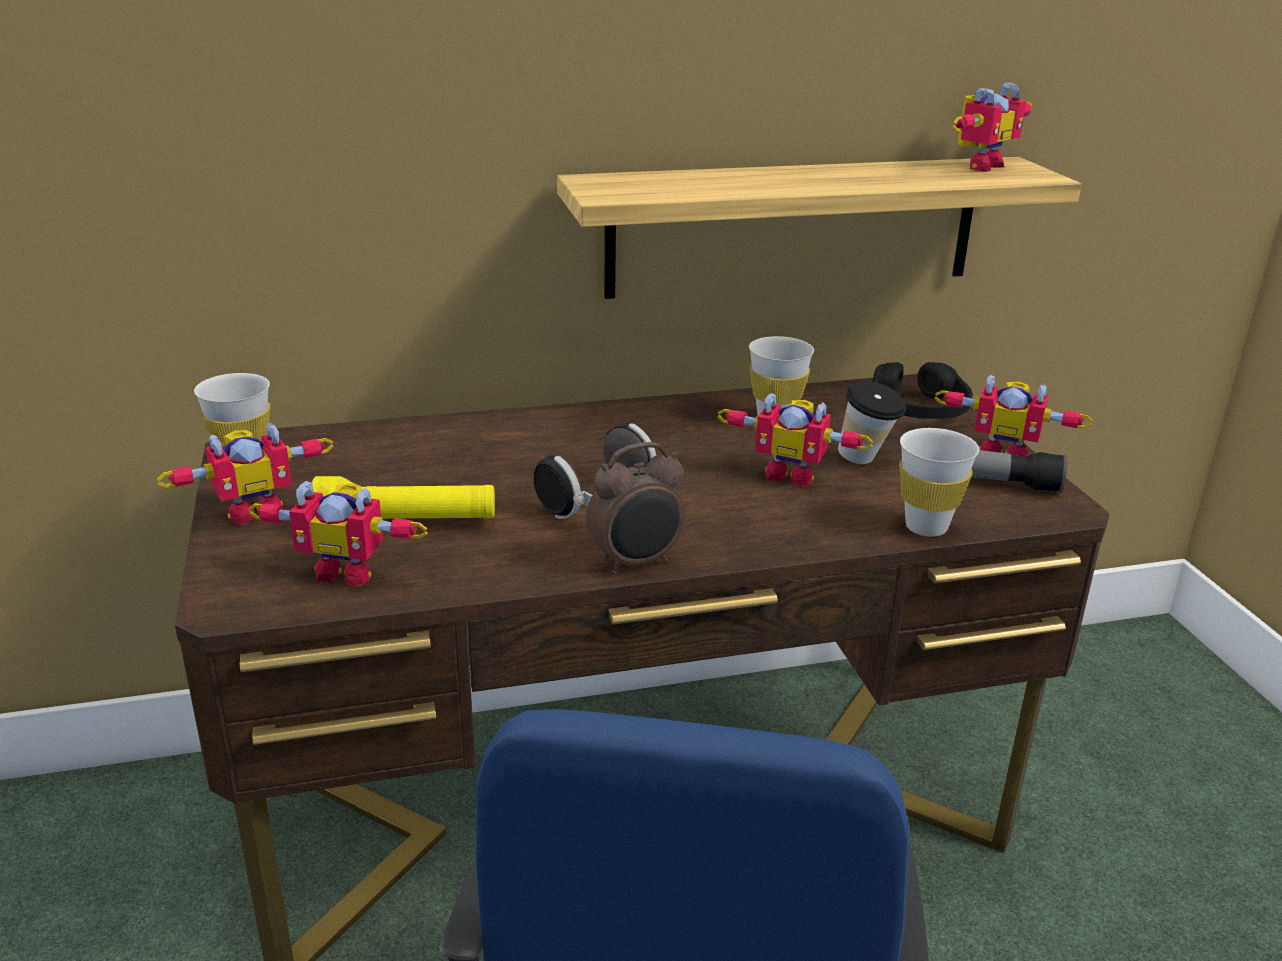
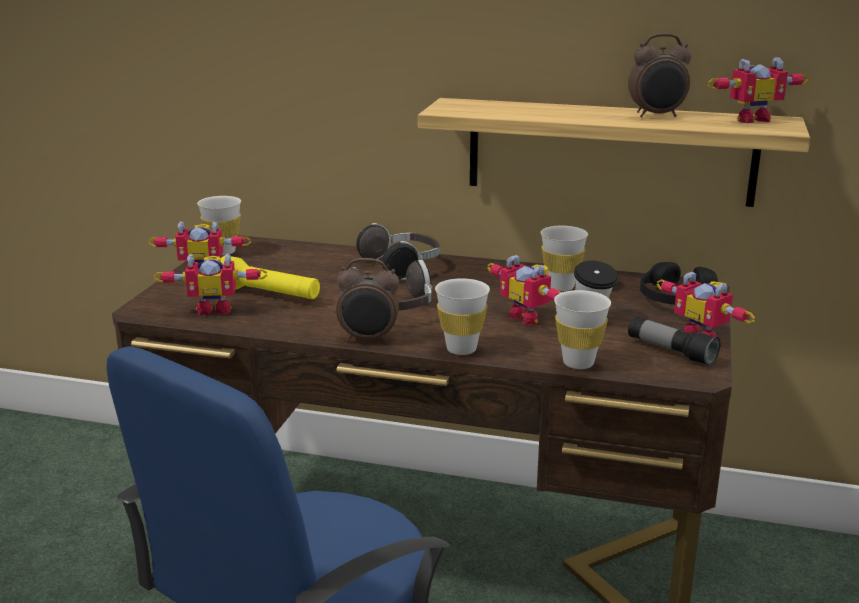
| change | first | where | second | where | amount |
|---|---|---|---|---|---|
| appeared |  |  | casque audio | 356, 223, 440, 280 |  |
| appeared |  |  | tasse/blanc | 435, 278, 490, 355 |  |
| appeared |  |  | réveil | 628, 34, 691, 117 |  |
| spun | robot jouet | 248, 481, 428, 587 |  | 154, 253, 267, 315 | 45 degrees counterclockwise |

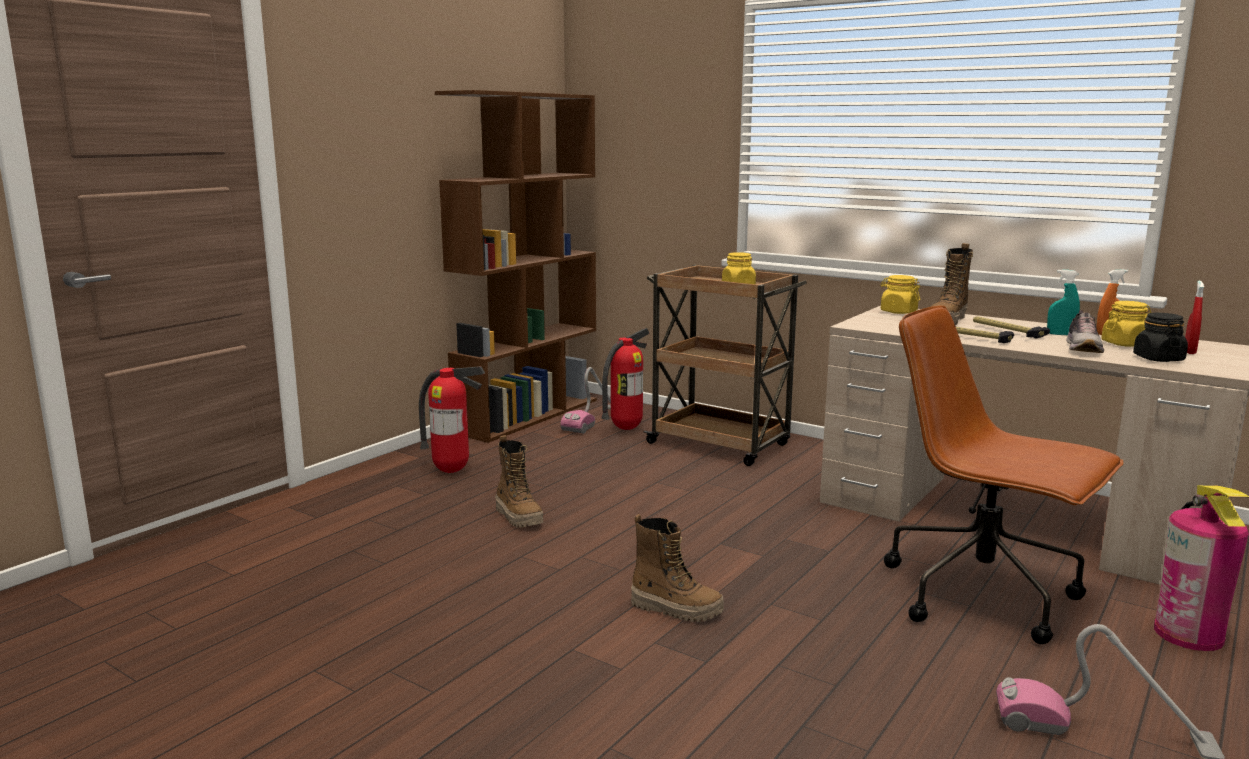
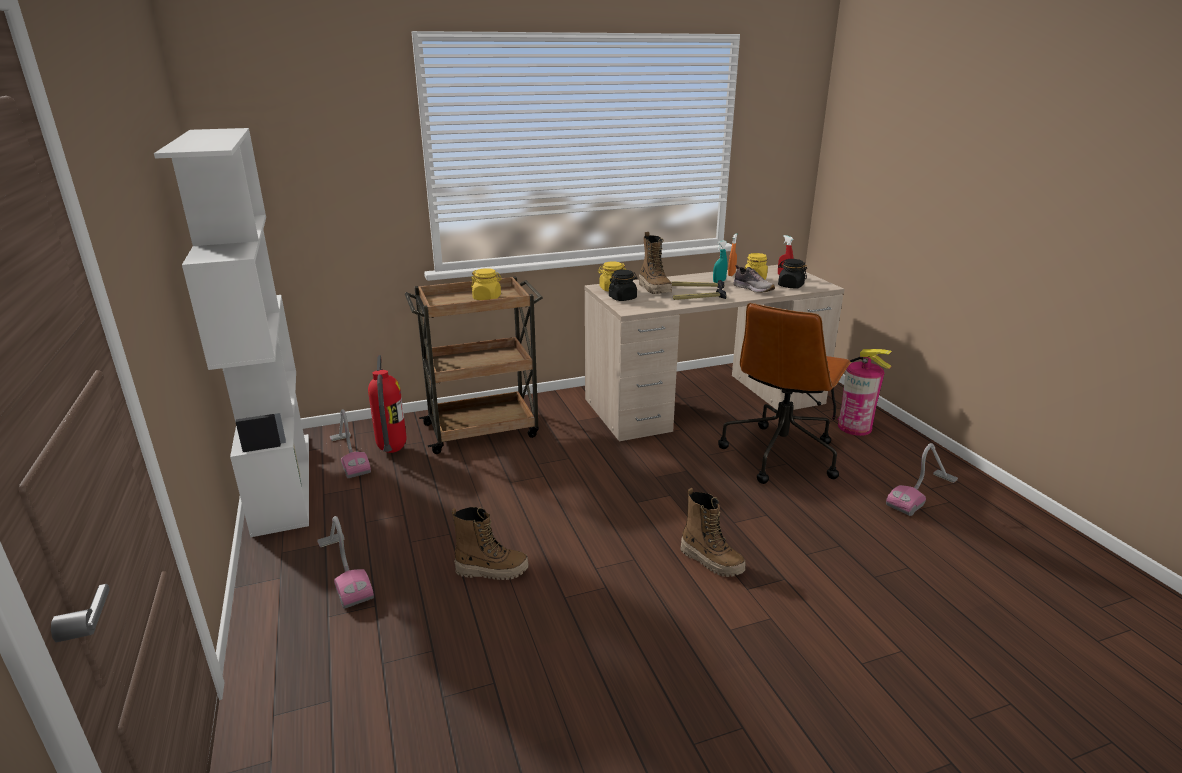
| change | first | where | second | where | amount |
|---|---|---|---|---|---|
| appeared |  |  | bocal/noir | 609, 270, 637, 301 |  |
| exchanged | extincteur | 419, 366, 485, 473 | aspirateur | 317, 516, 374, 609 |  |
| colour | bibliothèque/marron | 435, 90, 597, 443 | bibliothèque/blanc | 154, 128, 309, 537 |  |
| spun | botte | 631, 514, 724, 622 |  | 681, 488, 746, 577 | 75 degrees clockwise |
| spun | chaise de bureau/marron | 884, 305, 1124, 644 |  | 718, 303, 852, 484 | 45 degrees counterclockwise |

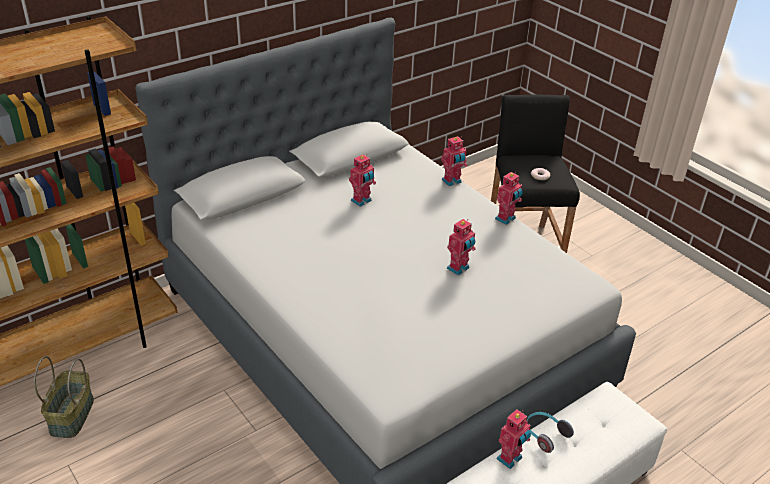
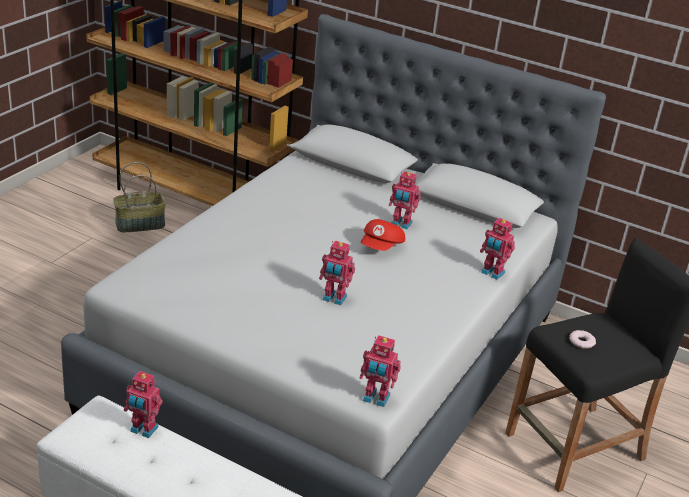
| change | first | where | second | where | amount |
|---|---|---|---|---|---|
| missing | casque audio | 527, 412, 574, 453 |  |  |  |
| appeared |  |  | casquette/rouge | 361, 219, 405, 251 |  |
| relocated | robot jouet | 495, 172, 523, 225 |  | 360, 335, 401, 407 |  |

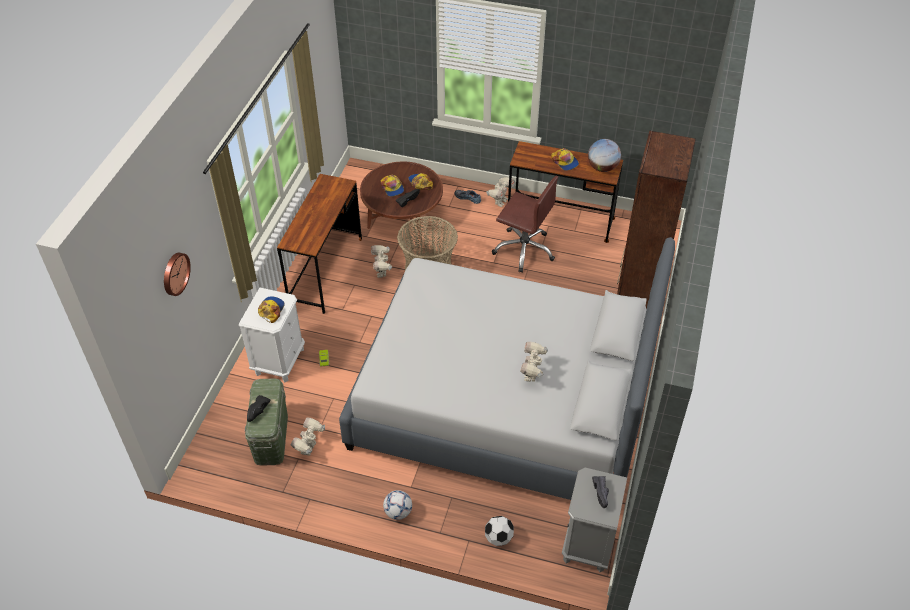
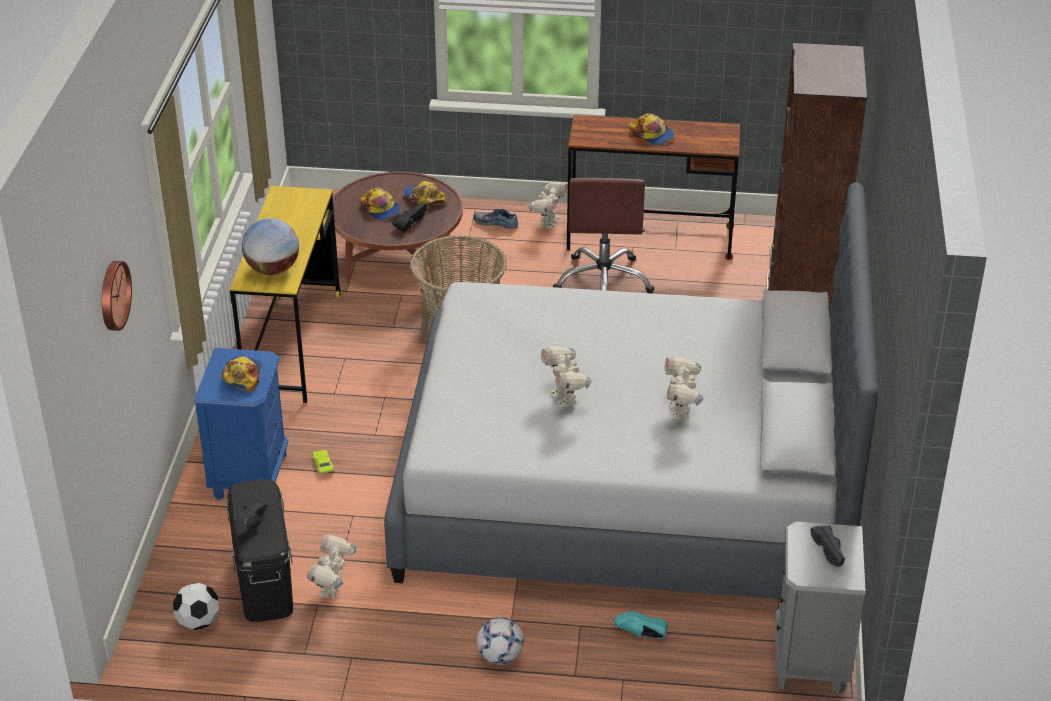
| change | first | where | second | where | amount |
|---|---|---|---|---|---|
| appeared |  |  | chaussure/turquoise | 613, 611, 668, 639 |  |
| relocated | robot jouet | 371, 245, 393, 278 |  | 541, 346, 592, 408 |  |
| relocated | ballon de foot | 485, 516, 514, 546 |  | 173, 583, 220, 630 |  |
| relocated | globe | 588, 139, 621, 172 |  | 242, 218, 299, 275 |  |
| colour | table de chevet/blanc | 239, 288, 305, 383 | table de chevet/bleu | 194, 348, 288, 500 |  |
| colour | boîte de rangement/vert | 245, 379, 288, 466 | boîte de rangement/noir | 226, 479, 293, 622 |  |
| colour | bureau/marron | 277, 174, 362, 314 | bureau/jaune | 230, 186, 340, 403 |  |
| spun | chaise de bureau/marron | 492, 176, 558, 273 |  | 553, 178, 655, 294 | 75 degrees clockwise |

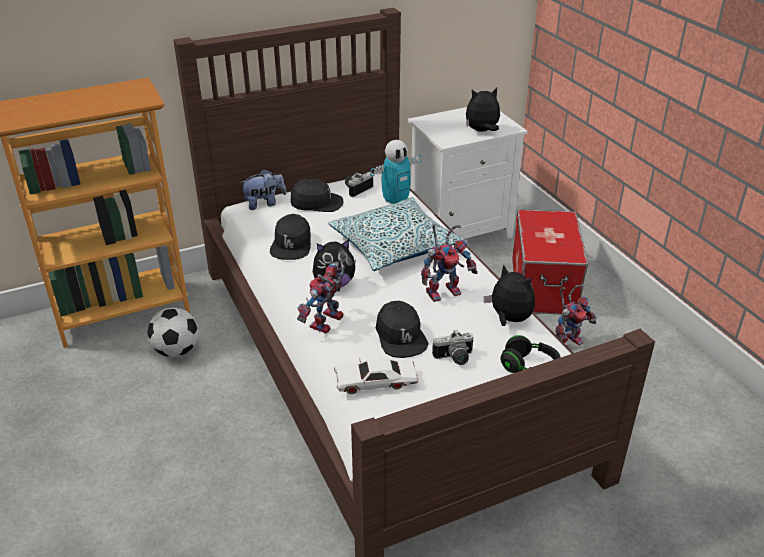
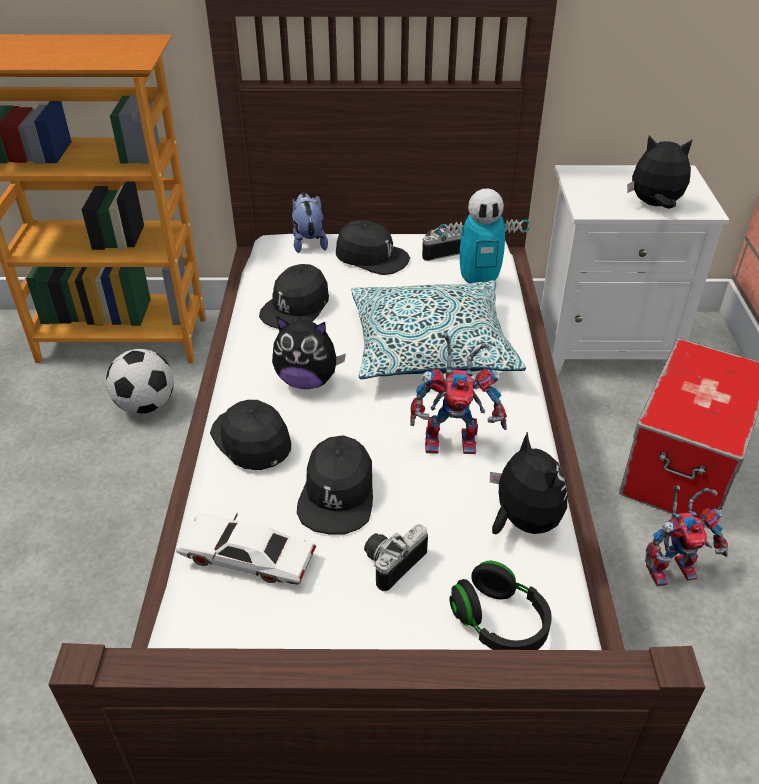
| change | first | where | second | where | amount |
|---|---|---|---|---|---|
| exchanged | robot jouet | 297, 258, 345, 333 | casquette/noir | 210, 400, 291, 470 |  |
| spun | peluche | 239, 169, 286, 210 |  | 292, 193, 328, 253 | 105 degrees counterclockwise |
| spun | appareil photo | 432, 330, 473, 365 |  | 364, 524, 428, 591 | 120 degrees clockwise |

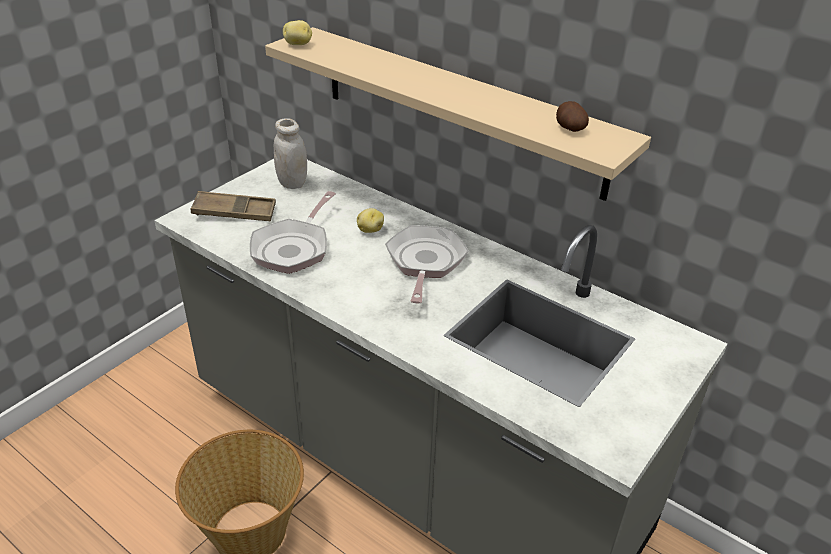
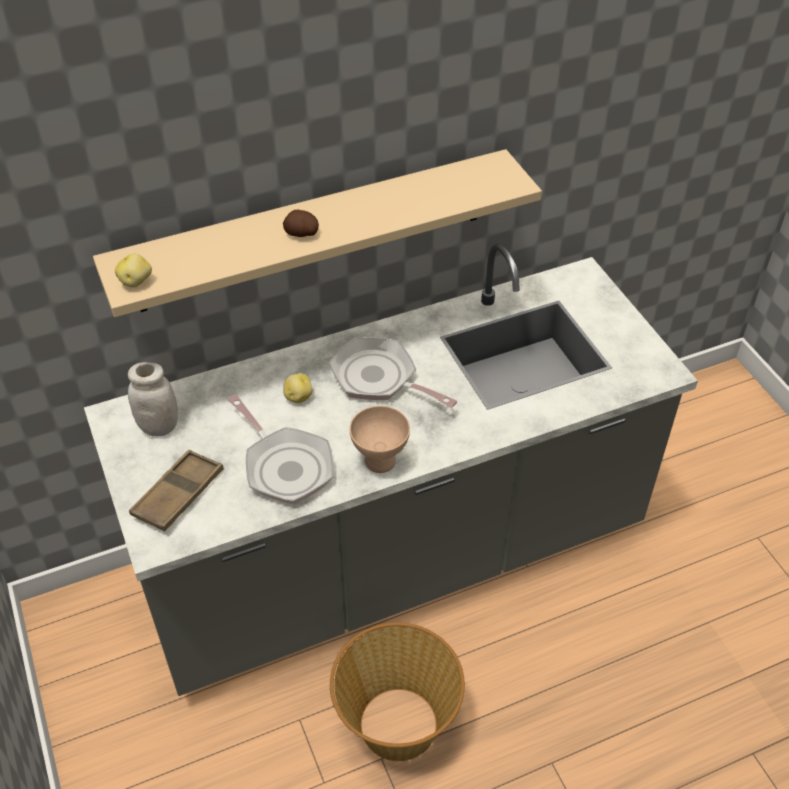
| change | first | where | second | where | amount |
|---|---|---|---|---|---|
| appeared |  |  | bol/beige | 350, 406, 410, 473 |  |
| relocated | pomme de terre | 556, 101, 589, 132 |  | 283, 209, 319, 237 |  |

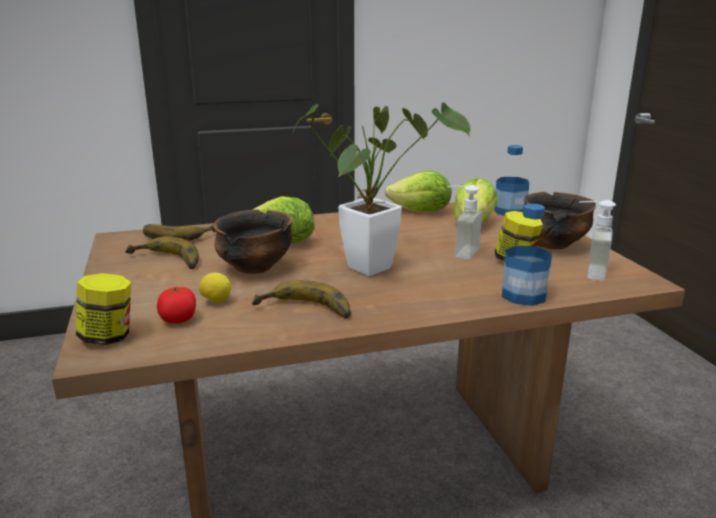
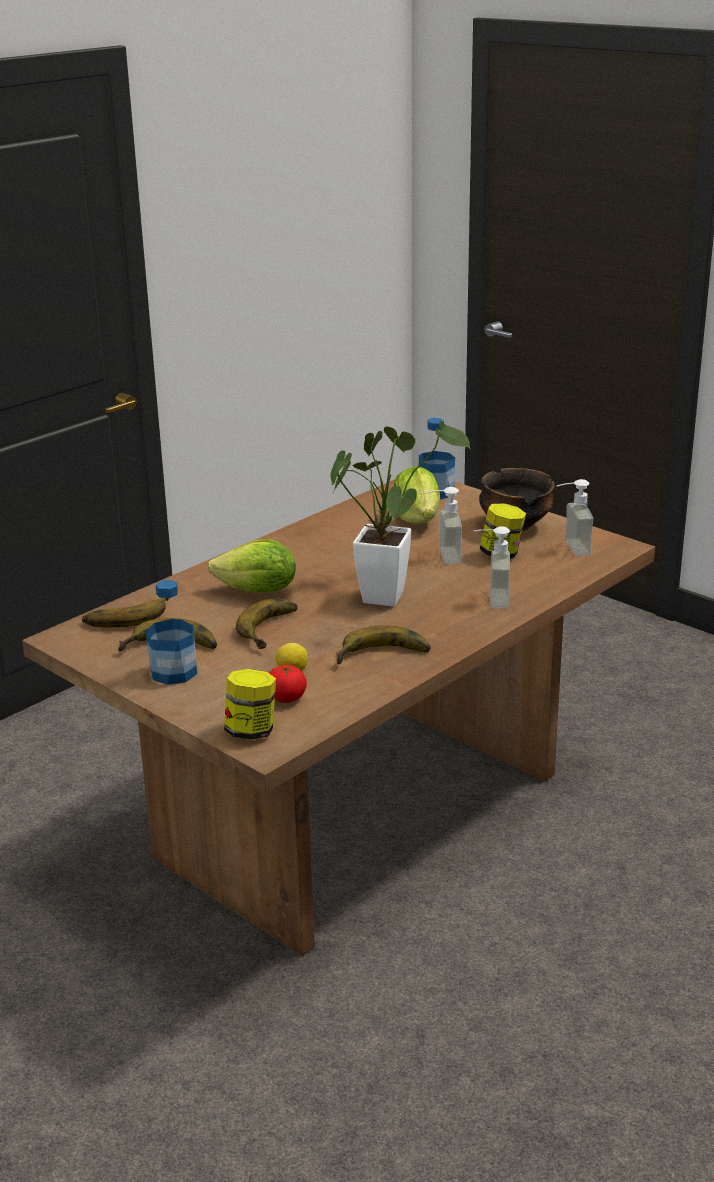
| change | first | where | second | where | amount |
|---|---|---|---|---|---|
| missing | laitue | 385, 171, 452, 212 |  |  |  |
| appeared |  |  | distributeur de savon | 474, 526, 510, 609 |  |
| relocated | bouteille | 502, 204, 552, 306 |  | 146, 580, 197, 685 |  |
| exchanged | bol | 214, 209, 293, 274 | banane | 236, 599, 297, 649 |  |

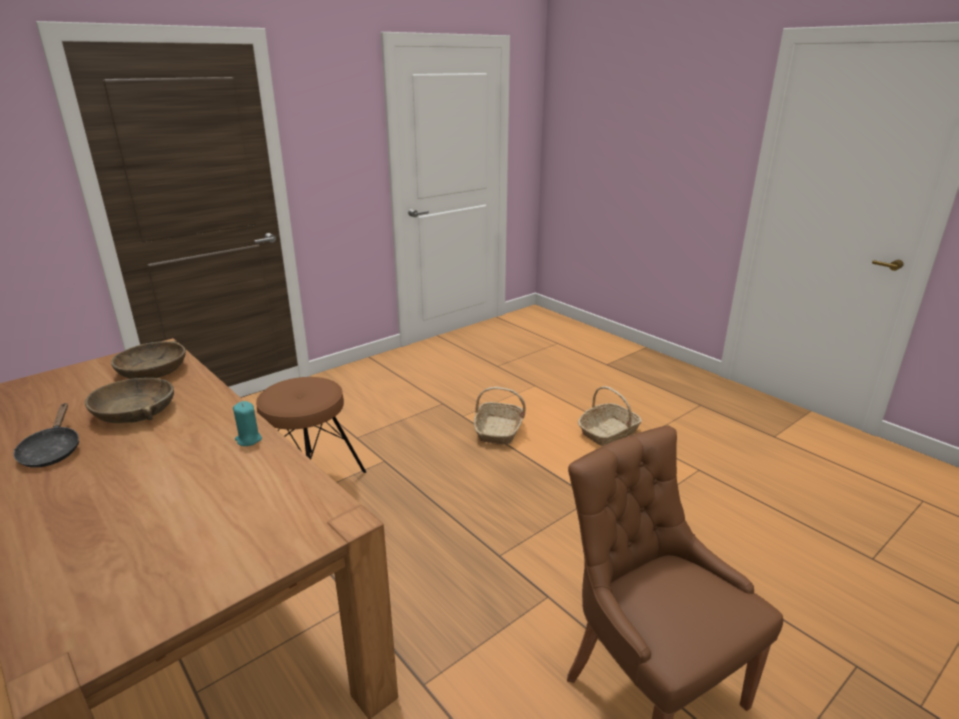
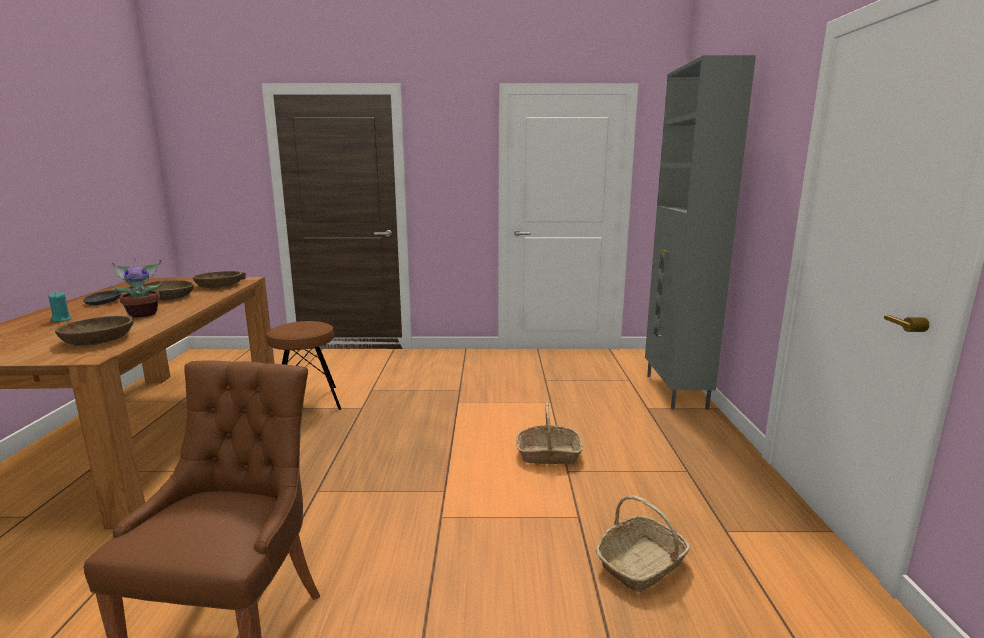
| change | first | where | second | where | amount |
|---|---|---|---|---|---|
| appeared |  |  | bol/marron | 55, 316, 134, 345 |  |
| appeared |  |  | plante en pot | 111, 258, 163, 317 |  |
| appeared |  |  | meuble de rangement/gris | 645, 55, 756, 409 |  |
| relocated | bougie/turquoise | 233, 401, 262, 446 |  | 48, 292, 72, 322 |  |
| relocated | panier | 474, 387, 526, 445 |  | 596, 495, 690, 592 |  |

